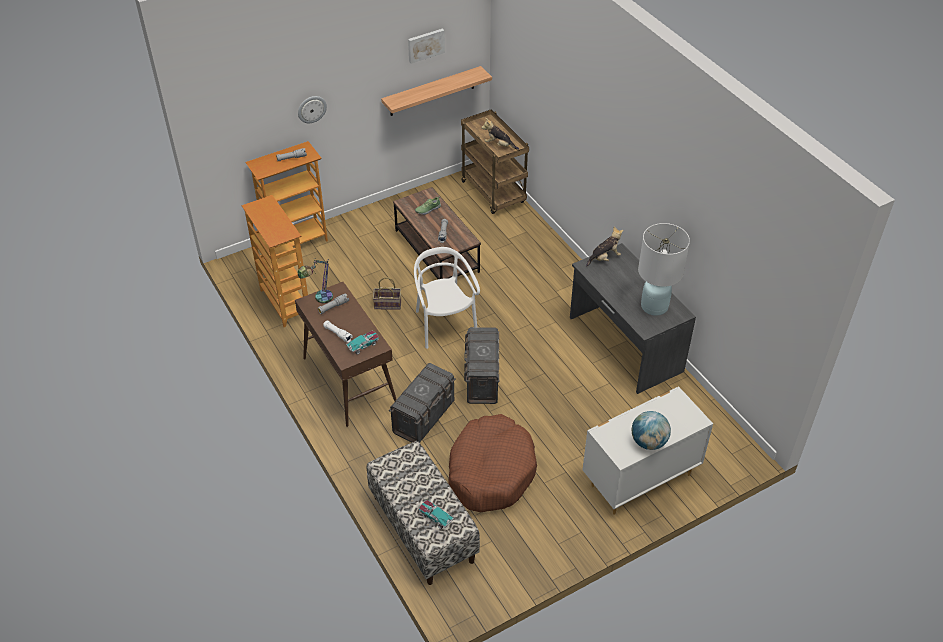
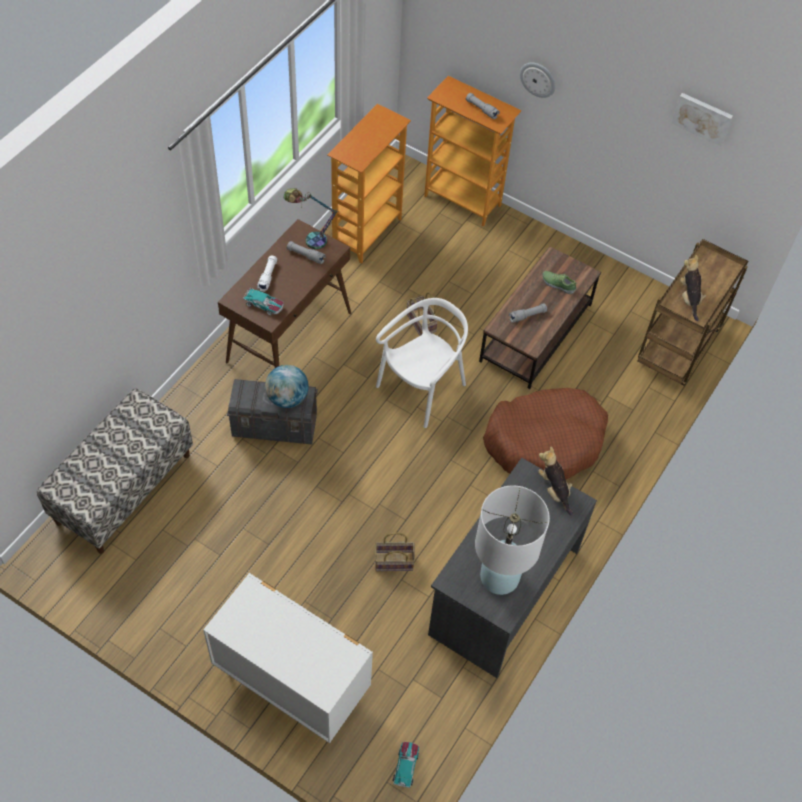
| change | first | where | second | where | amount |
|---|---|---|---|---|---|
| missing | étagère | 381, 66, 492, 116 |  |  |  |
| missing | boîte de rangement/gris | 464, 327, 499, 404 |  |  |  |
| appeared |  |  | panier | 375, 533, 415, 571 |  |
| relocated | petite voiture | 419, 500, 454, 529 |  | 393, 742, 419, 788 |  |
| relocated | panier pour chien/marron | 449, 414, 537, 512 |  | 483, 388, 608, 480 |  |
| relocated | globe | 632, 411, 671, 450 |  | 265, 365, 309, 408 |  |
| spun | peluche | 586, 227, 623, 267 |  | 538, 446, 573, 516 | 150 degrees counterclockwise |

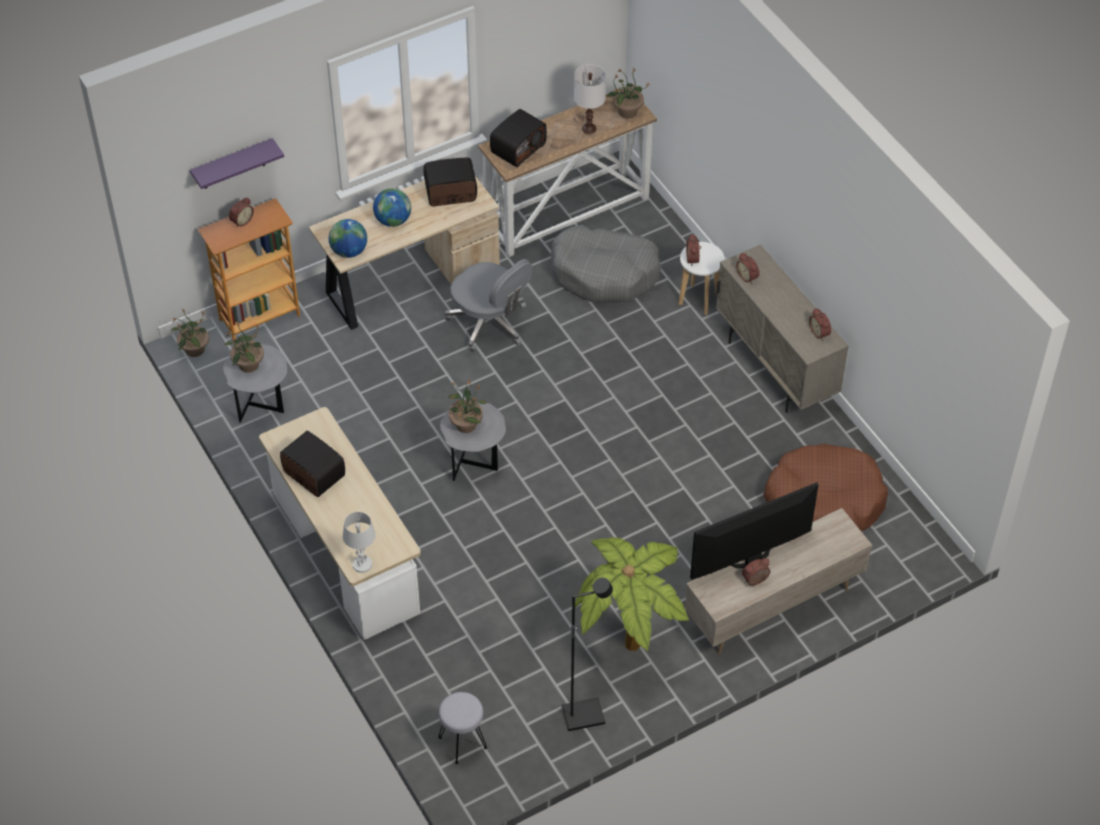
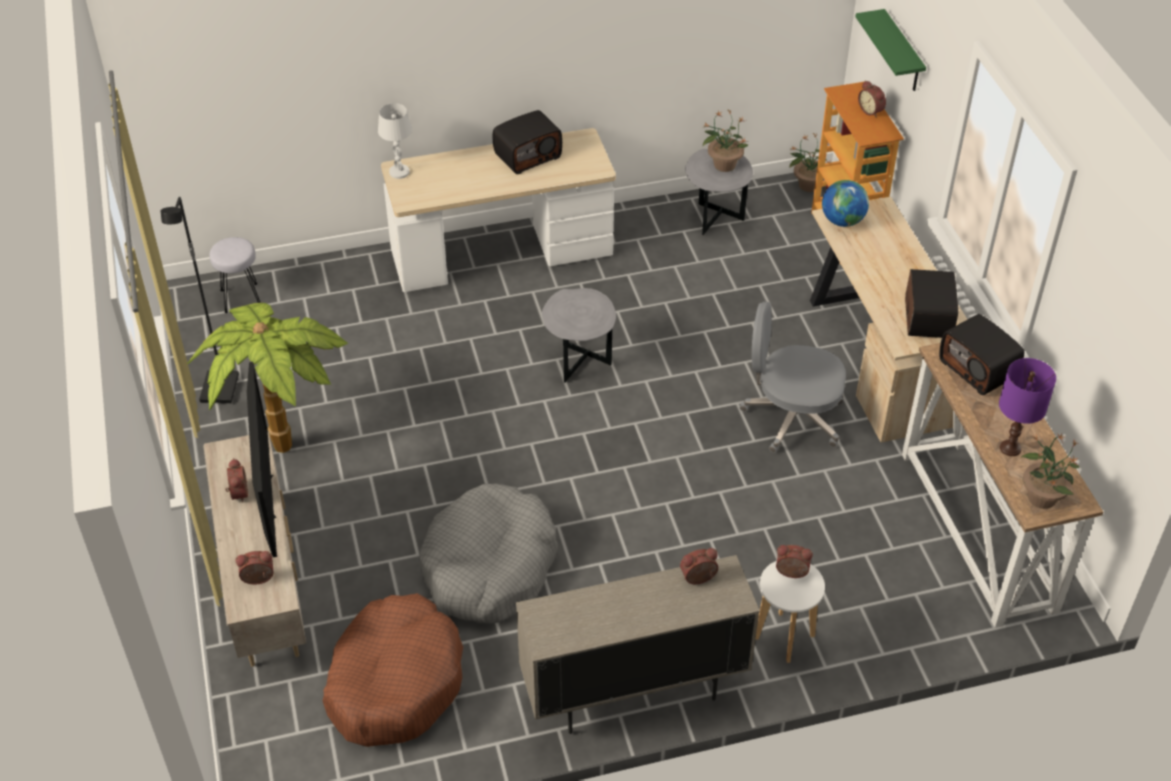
| change | first | where | second | where | amount |
|---|---|---|---|---|---|
| missing | globe | 373, 188, 411, 227 |  |  |  |
| missing | plante en pot | 447, 381, 487, 433 |  |  |  |
| relocated | panier pour chien/gris | 551, 225, 662, 302 |  | 419, 484, 558, 623 |  |
| relocated | réveil | 809, 308, 831, 341 |  | 235, 551, 274, 585 |  |
| colour | étagère/violet | 190, 138, 284, 189 | étagère/vert | 855, 9, 926, 91 |  |
| colour | lampe de table/blanc | 574, 64, 606, 134 | lampe de table/violet | 999, 358, 1056, 456 |  |
| spun | chaise de bureau/gris | 445, 259, 533, 352 |  | 739, 302, 846, 453 | 45 degrees clockwise |

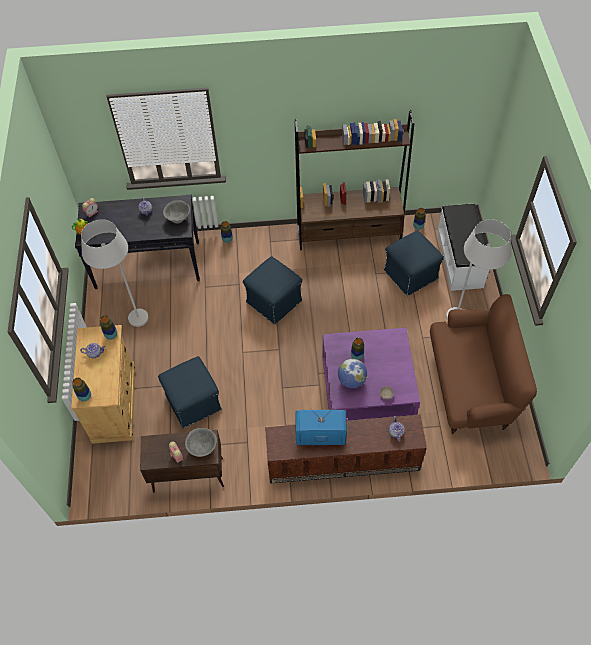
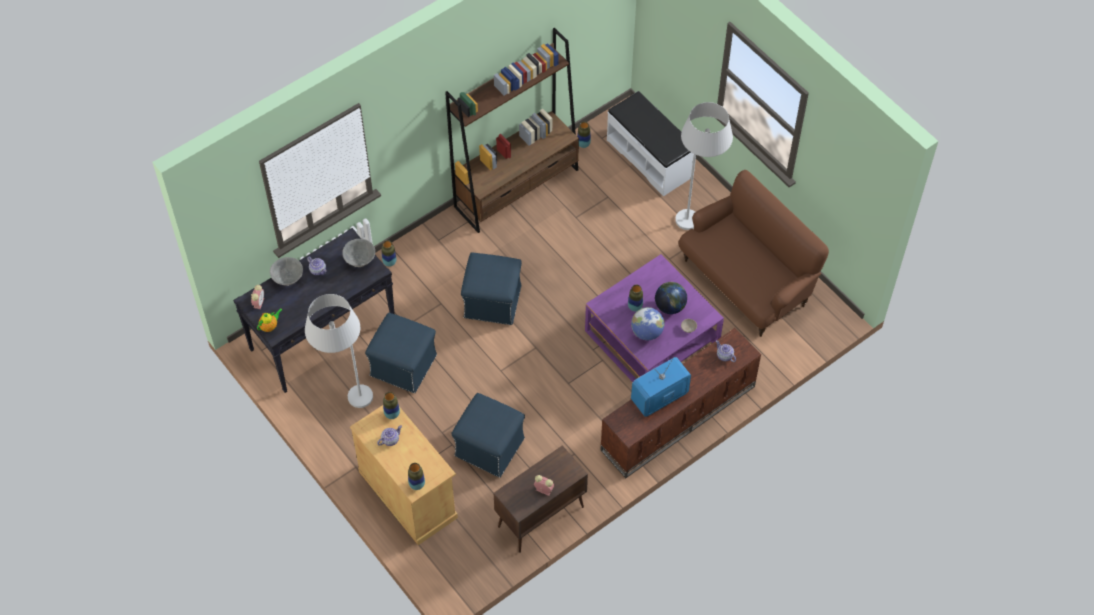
| change | first | where | second | where | amount |
|---|---|---|---|---|---|
| appeared |  |  | globe | 655, 282, 687, 314 |  |
| relocated | bol/gris | 185, 428, 217, 457 |  | 270, 257, 303, 286 |  |
| relocated | pouf/bleu | 384, 230, 444, 296 |  | 365, 313, 437, 393 |  |

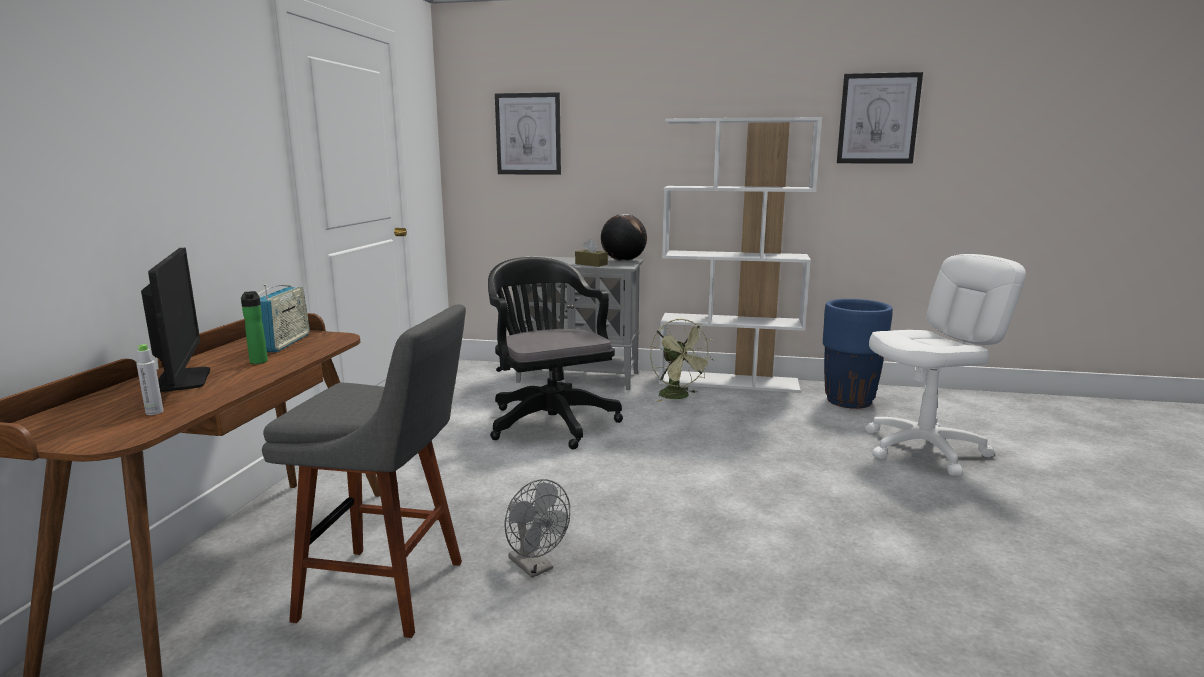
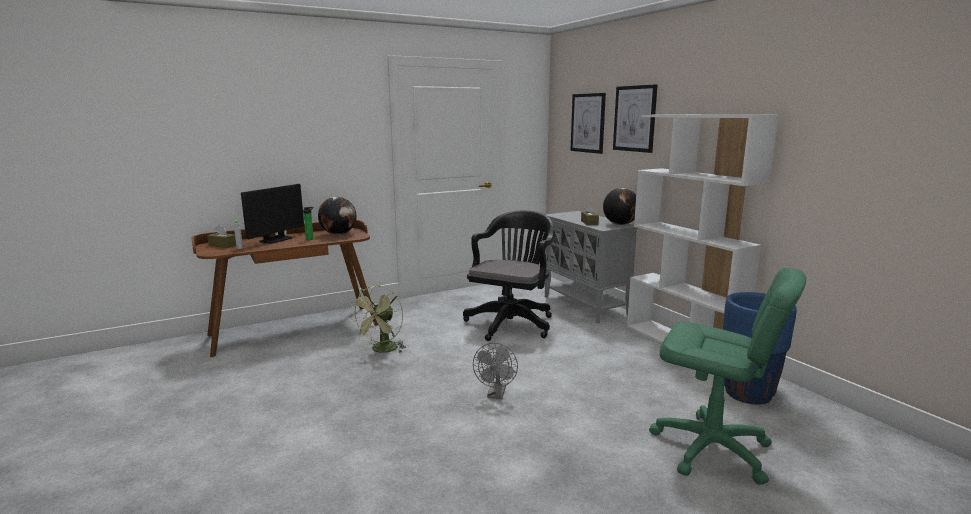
| change | first | where | second | where | amount |
|---|---|---|---|---|---|
| missing | tabouret/gris | 262, 304, 466, 638 |  |  |  |
| appeared |  |  | boîte à mouchoirs/marron | 207, 225, 236, 248 |  |
| relocated | ventilateur/gris | 504, 479, 570, 578 |  | 473, 343, 518, 399 |  |
| relocated | ventilateur/vert | 650, 319, 714, 402 |  | 349, 285, 406, 353 |  |
| relocated | tableau | 837, 72, 923, 164 |  | 613, 84, 658, 153 |  |
| exchanged | radio | 257, 284, 310, 352 | globe | 318, 197, 356, 235 |  |
| colour | chaise de bureau/blanc | 865, 254, 1026, 476 | chaise de bureau/vert | 649, 268, 806, 485 |  |

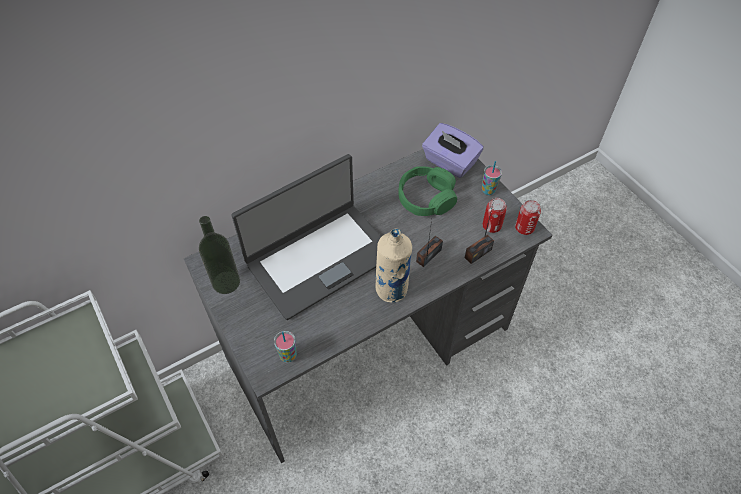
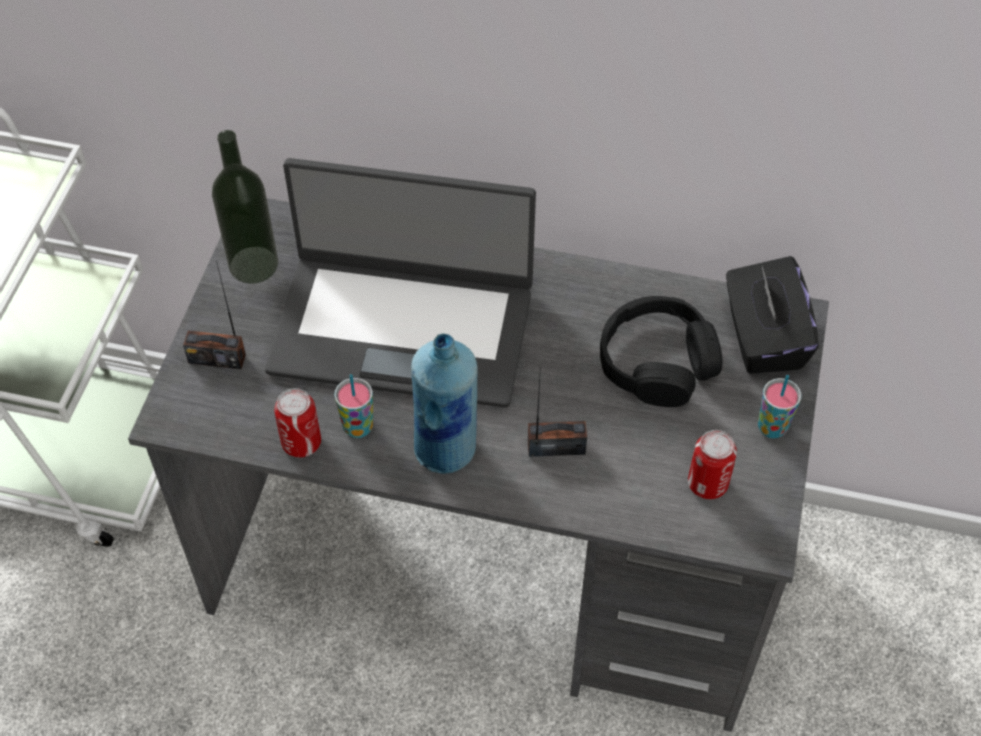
| change | first | where | second | where | amount |
|---|---|---|---|---|---|
| relocated | tasse | 274, 331, 297, 363 |  | 334, 374, 373, 438 |  |
| relocated | radio | 465, 197, 495, 264 |  | 183, 260, 246, 369 |  |
| relocated | boîte métallique | 515, 200, 541, 235 |  | 274, 388, 321, 457 |  |
| colour | bouteille/beige | 376, 229, 412, 303 | bouteille/bleu | 411, 334, 478, 474 |  |
| colour | casque audio/vert | 399, 166, 457, 216 | casque audio/noir | 600, 296, 722, 407 |  |
| colour | boîte à mouchoirs/violet | 422, 123, 484, 178 | boîte à mouchoirs/noir | 726, 256, 819, 374 |  |

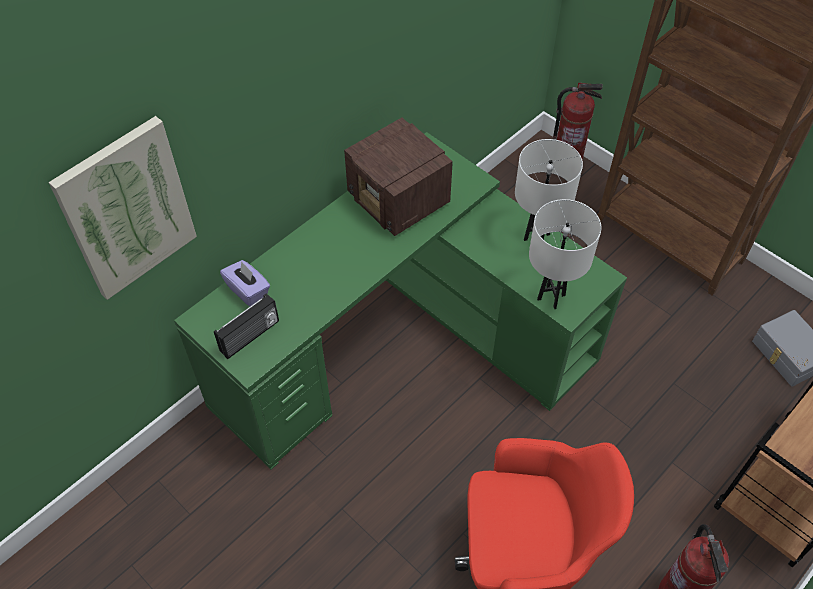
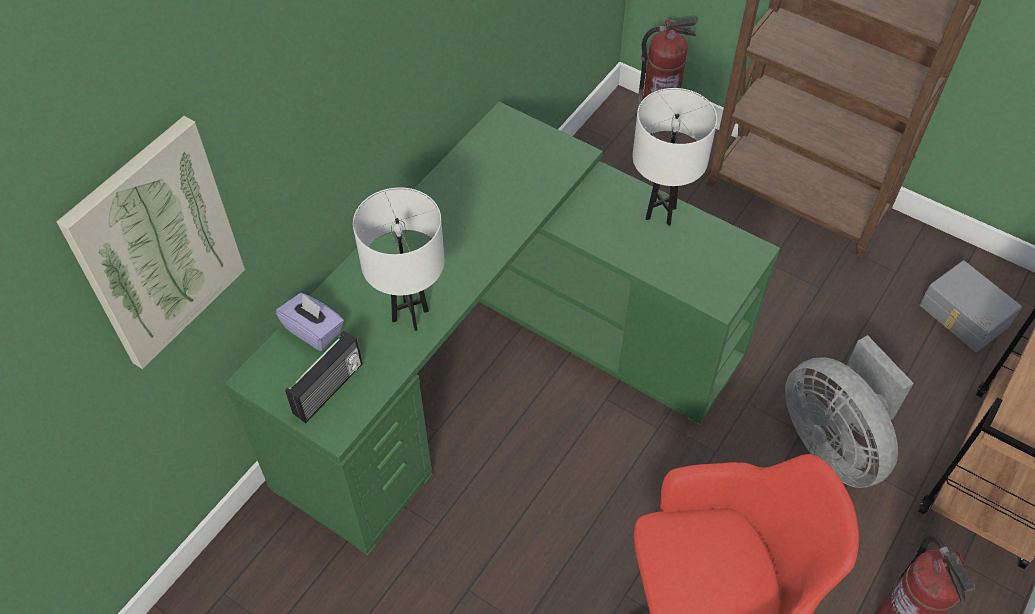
| change | first | where | second | where | amount |
|---|---|---|---|---|---|
| missing | radio | 344, 118, 453, 236 |  |  |  |
| appeared |  |  | ventilateur/gris | 785, 335, 914, 488 |  |
| relocated | lampe de table/blanc | 529, 199, 601, 309 |  | 353, 187, 444, 331 |  |

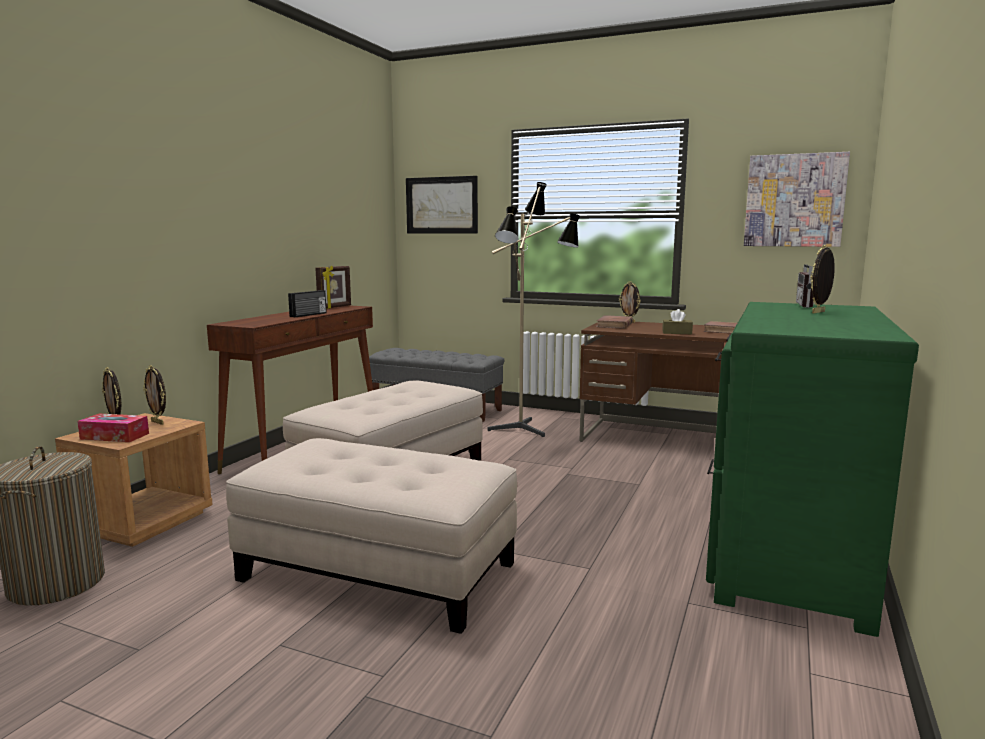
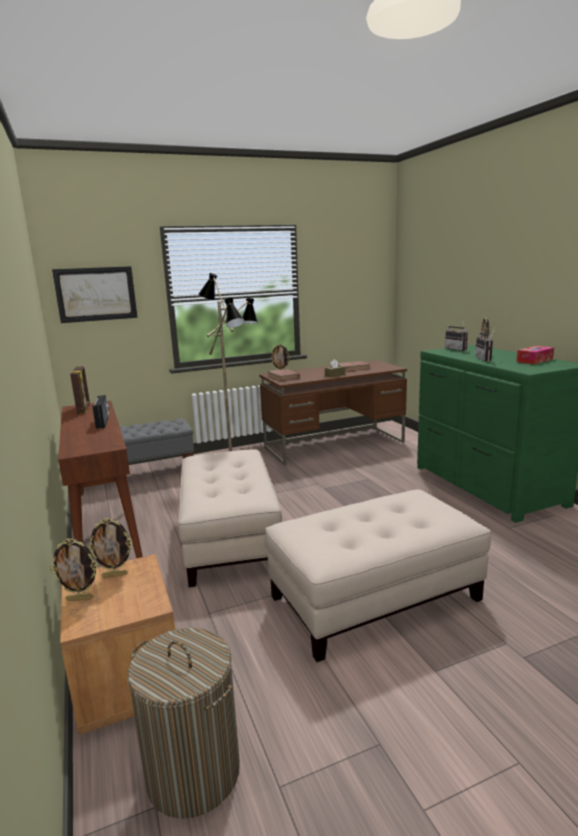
| change | first | where | second | where | amount |
|---|---|---|---|---|---|
| missing | tableau | 744, 152, 850, 247 |  |  |  |
| appeared |  |  | radio | 475, 327, 495, 361 |  |
| relocated | boîte à mouchoirs | 77, 414, 149, 442 |  | 516, 346, 554, 364 |  |

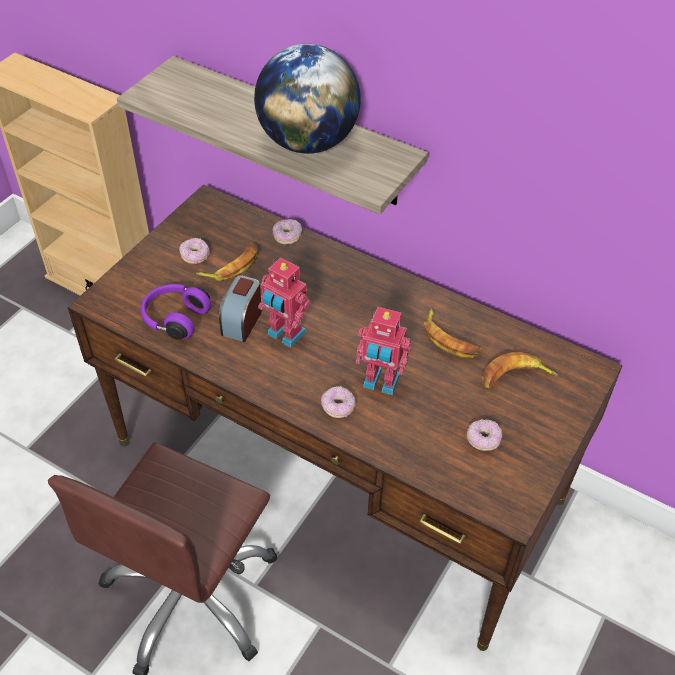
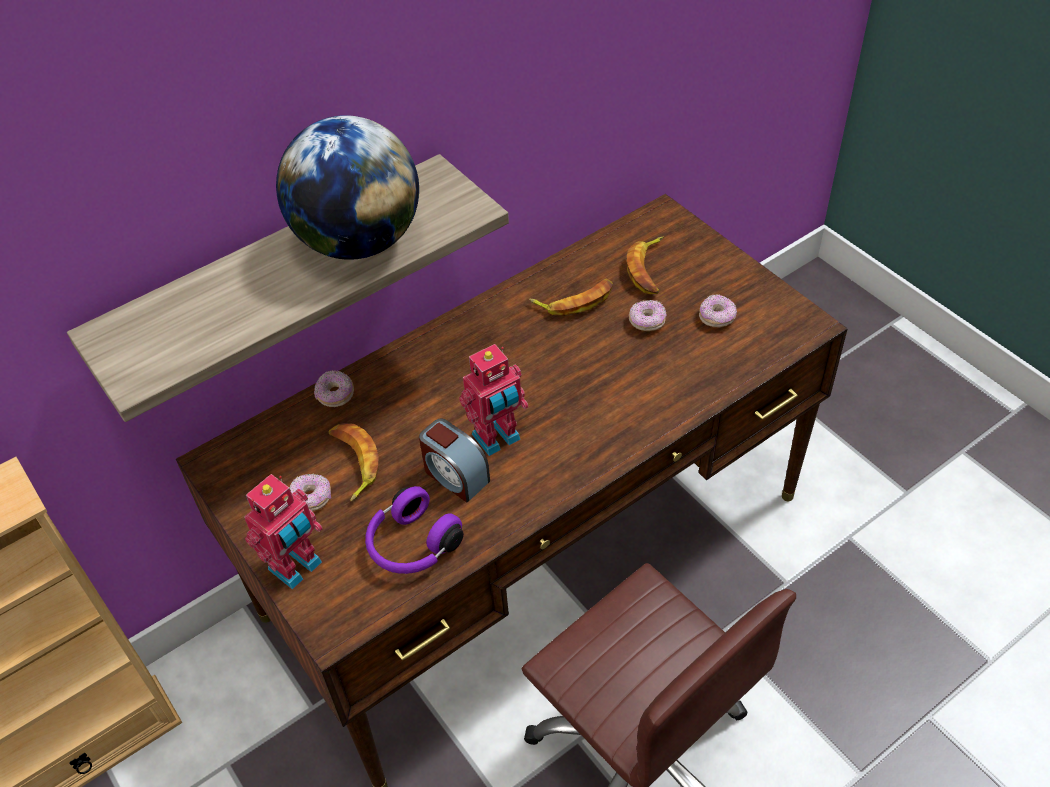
| change | first | where | second | where | amount |
|---|---|---|---|---|---|
| relocated | beignet | 321, 386, 356, 418 |  | 629, 300, 667, 331 |  |
| relocated | robot jouet | 356, 307, 411, 395 |  | 244, 474, 323, 589 |  |

